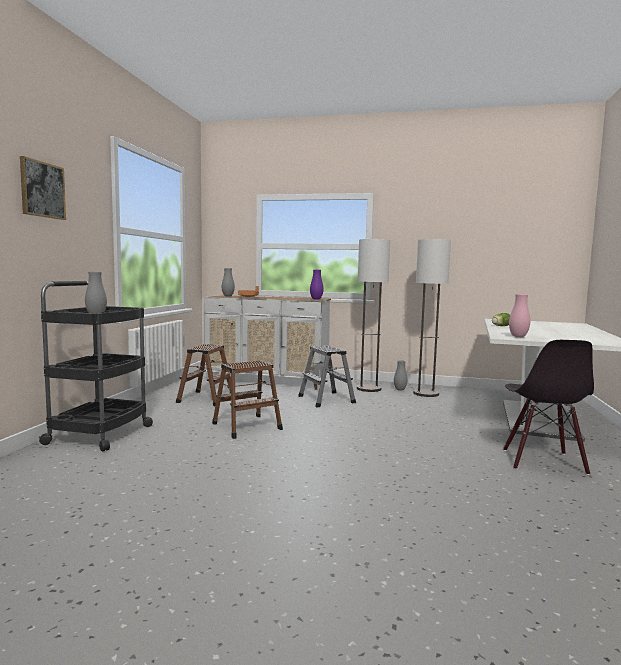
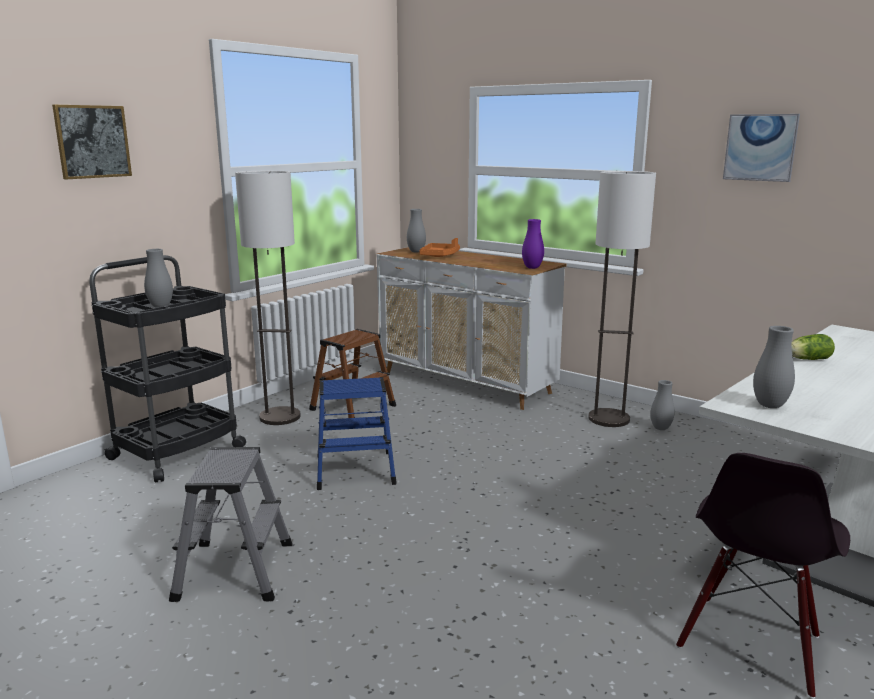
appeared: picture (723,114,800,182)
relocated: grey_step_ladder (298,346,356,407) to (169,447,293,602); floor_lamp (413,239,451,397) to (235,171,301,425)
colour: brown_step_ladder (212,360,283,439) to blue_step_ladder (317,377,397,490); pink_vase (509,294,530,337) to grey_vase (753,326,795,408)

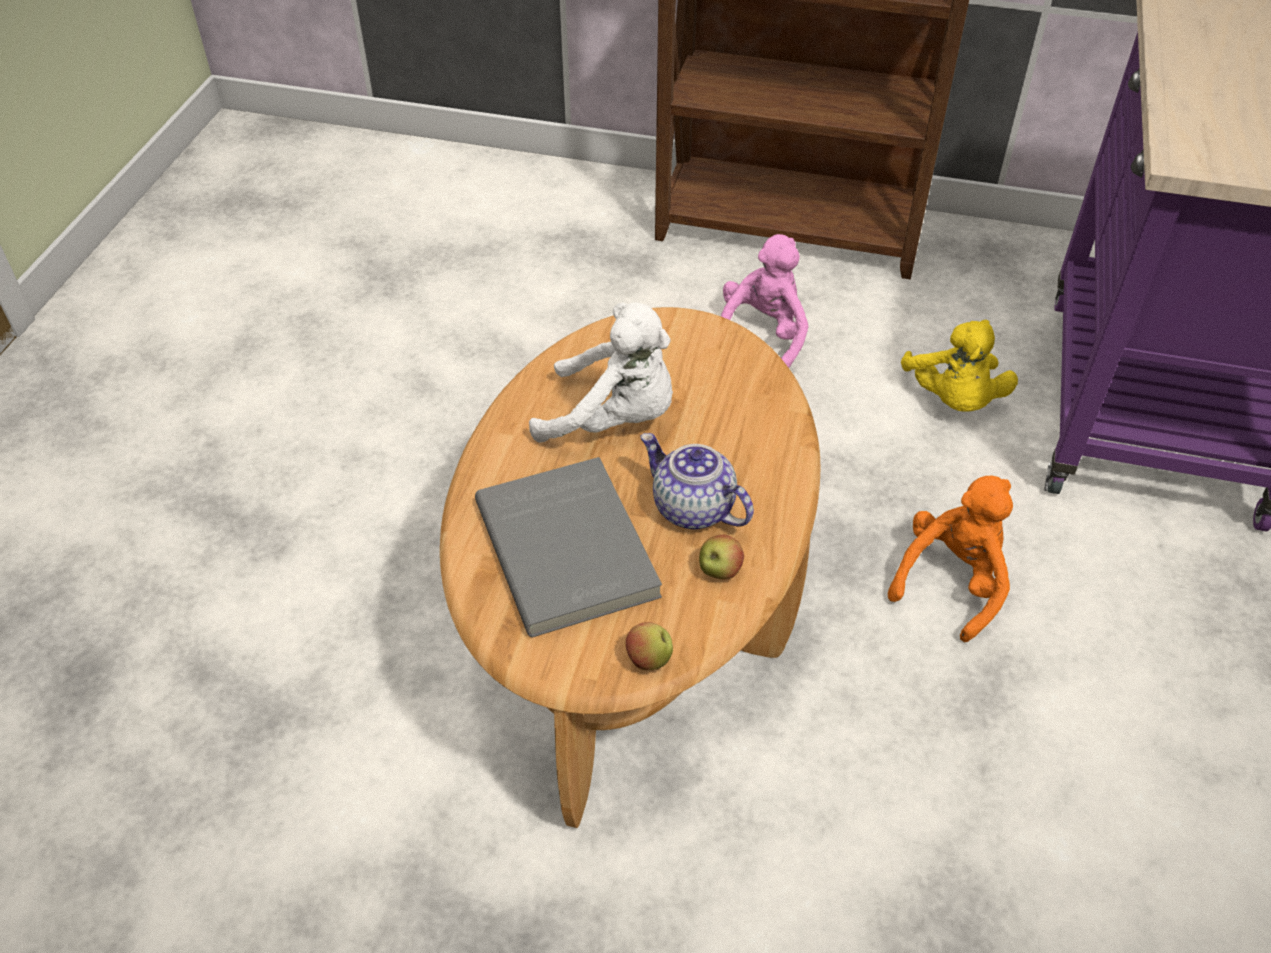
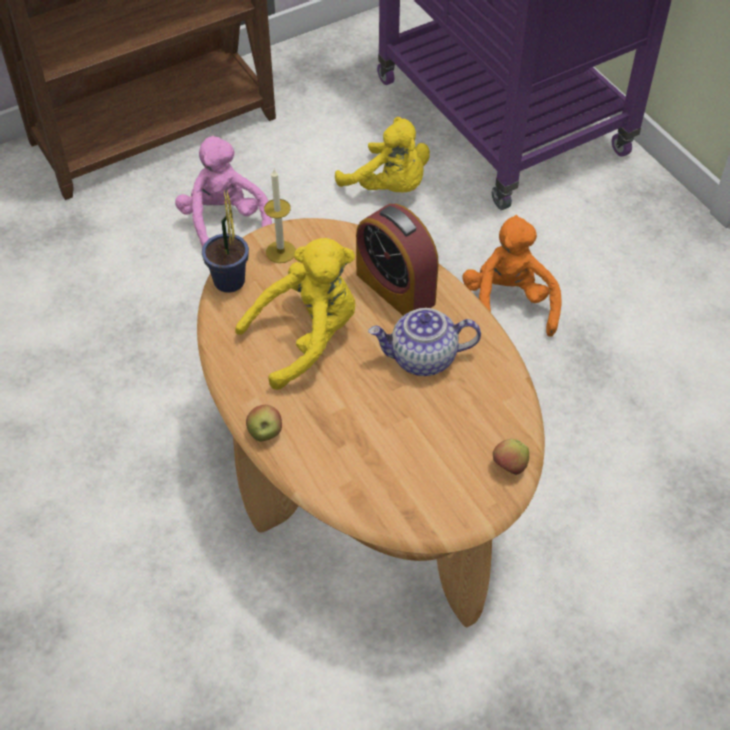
missing: grey_book (475,457,662,637)
appeared: potted_plant (202,190,249,293); candle (264,169,296,263); alarm_clock (356,204,439,316)
relocated: apple (699,535,744,579) to (246,405,282,442)
colour: white_plush_toy (529,302,673,443) to yellow_plush_toy (235,238,356,390)

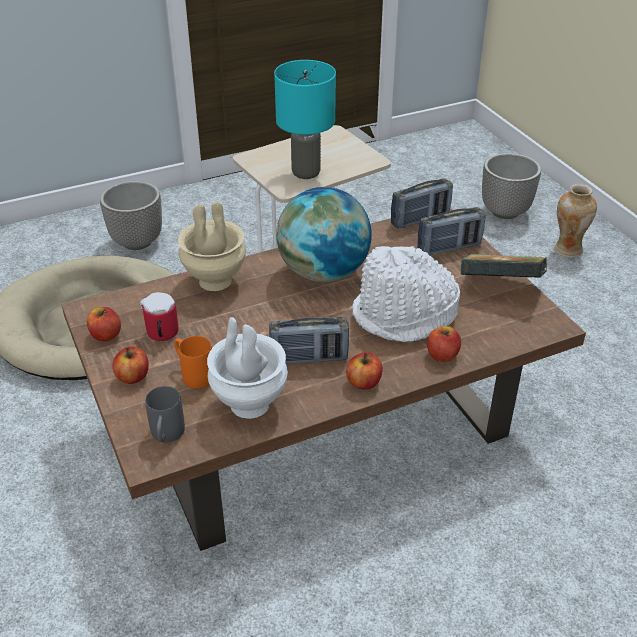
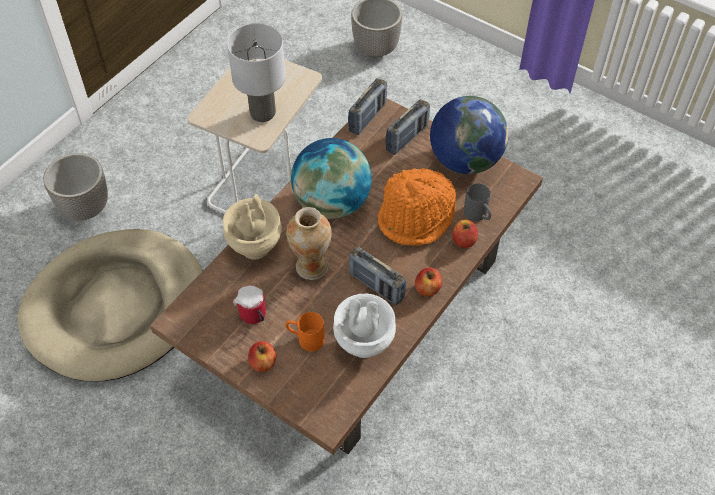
missing: apple (87,307,121,341)
relocated: grey_mug (145,386,185,442) to (464,183,492,221); vase (554,184,597,258) to (286,207,332,280)
exchanged: book (461,254,547,278) to globe (430,96,508,174)
colour: turquoise_table_lamp (274,60,336,179) to white_table_lamp (227,23,286,122); white_hat (352,246,460,342) to orange_hat (378,168,456,246)
spun: radio (269,317,349,363) = (349,247,406,305) 75 degrees clockwise

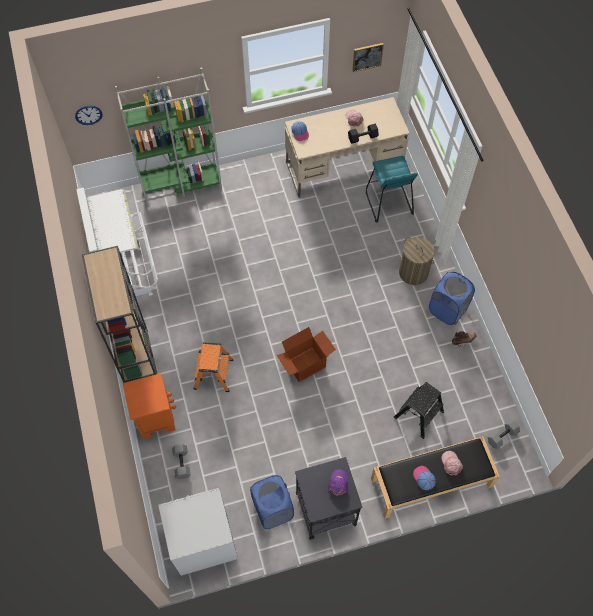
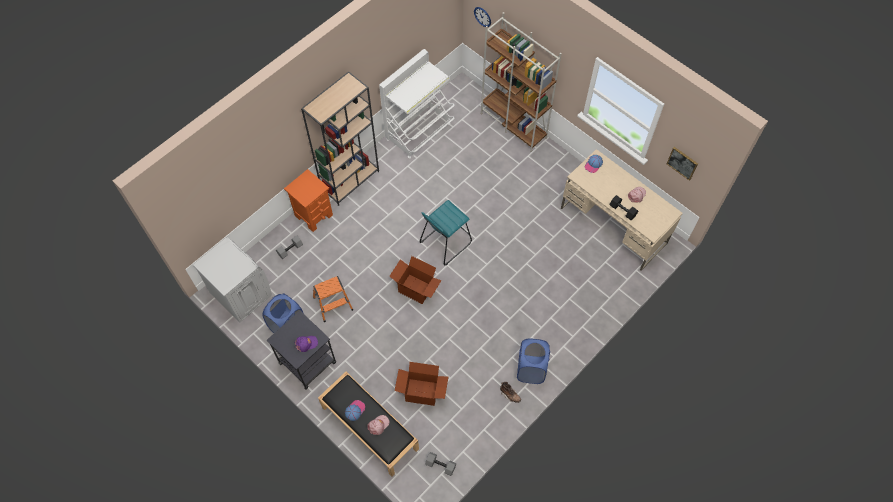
missing: laundry_basket (399,237,435,285)
relocated: orange_step_ladder (193,342,234,392) to (313,276,353,322); turquoise_stool (366,156,418,222) to (419,200,472,265)
exchanged: black_step_ladder (394,382,444,439) to cardboard_box (395,362,448,406)
colour: green_bookcase (115,67,222,206) to brown_bookcase (481,12,562,152)

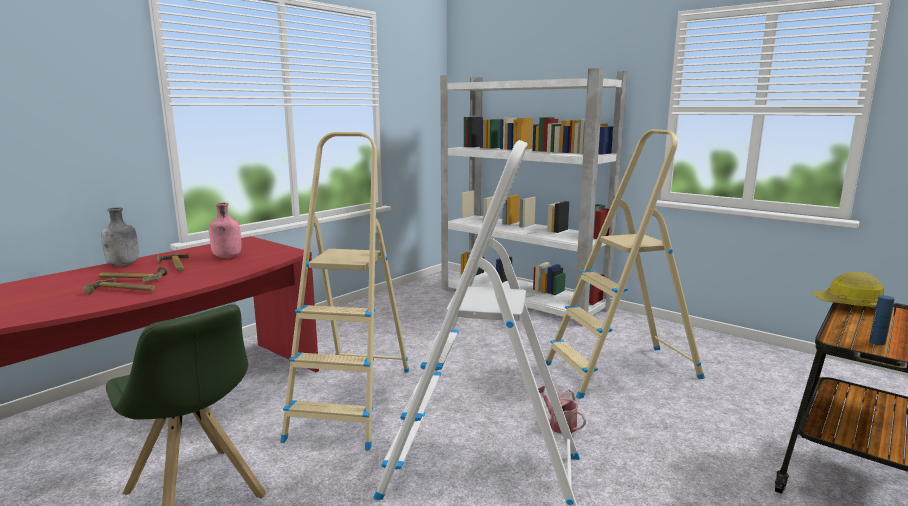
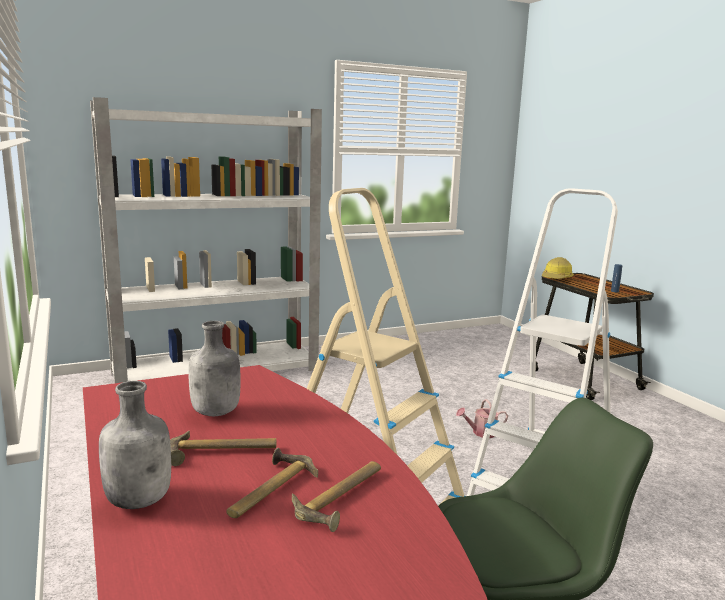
missing: beige_step_ladder (545,129,705,399)
colour: pink_bottle (209,203,241,258) to grey_bottle (188,321,241,416)

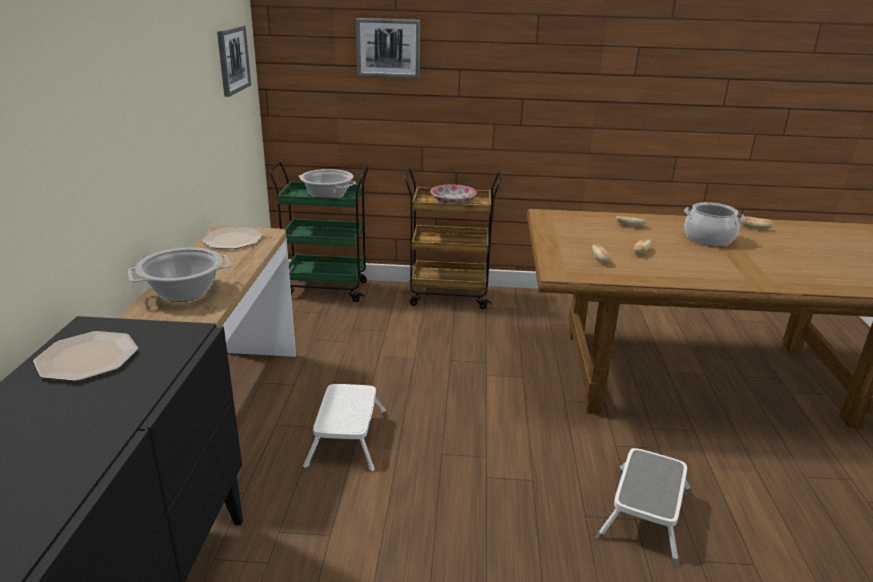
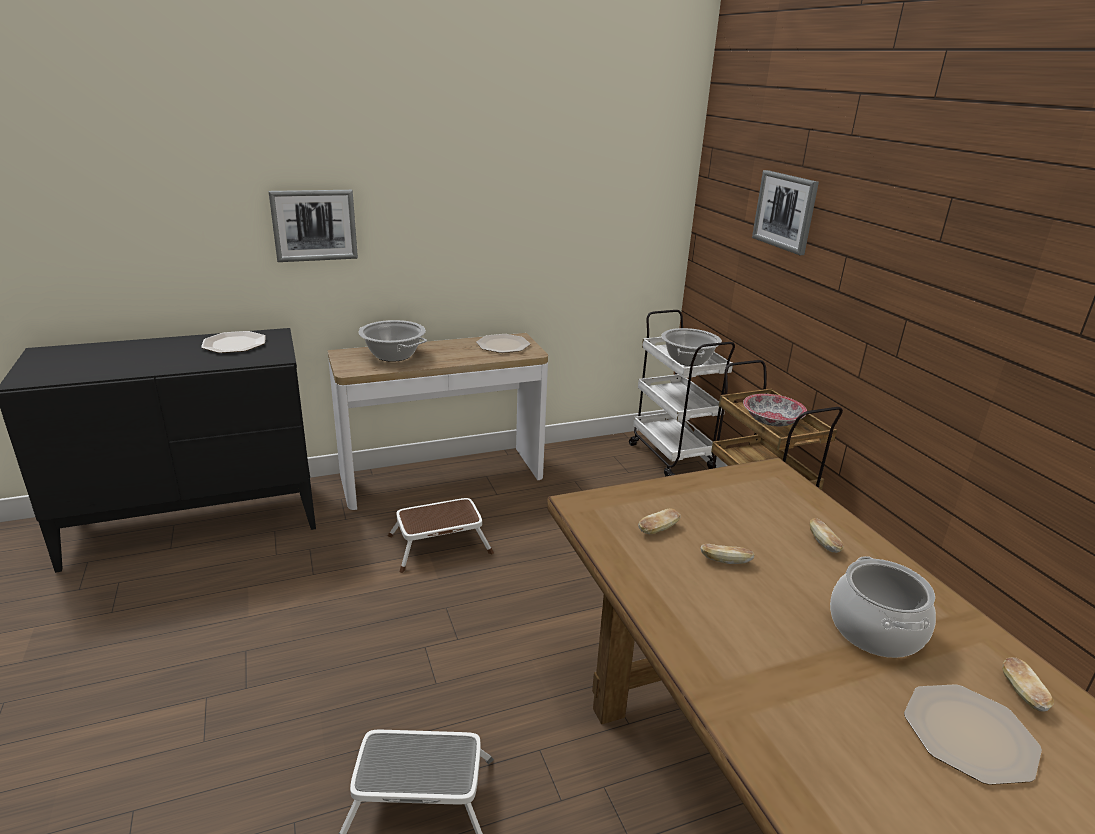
appeared: plate (904,684,1042,785)
relocated: picture (217,25,251,97) to (269,190,358,262)
colour: green_cart (270,162,369,302) to white_cart (629,310,735,477); white_step_ladder (303,384,386,471) to brown_step_ladder (388,498,494,573)

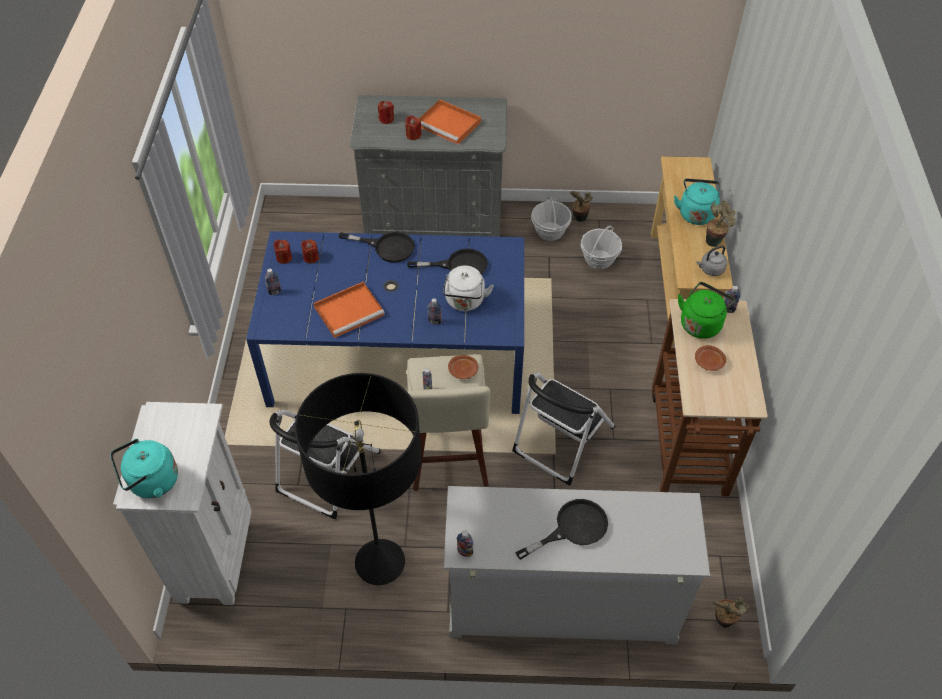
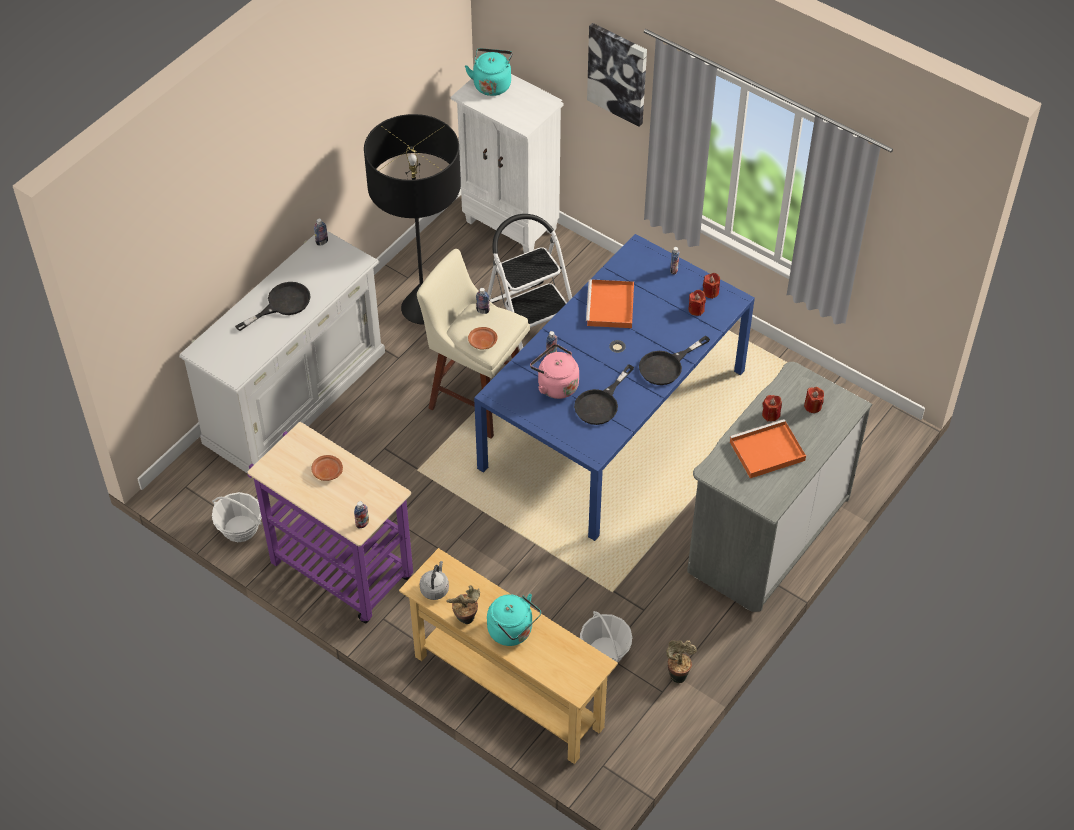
missing: step_ladder (512,373,615,486); green_kettle (678,282,735,339); potted_plant (713,597,749,628)
appeared: picture (587,23,647,127)
relocated: basket (531,196,572,241) to (212,492,262,542)
colour: white_kettle (443,266,494,311) to pink_kettle (530,344,579,399); brown_cart (652,299,768,496) to purple_cart (248,422,413,623)
spun: black_frying_pan (515,499,608,560) = (235,282,311,331) 135 degrees counterclockwise

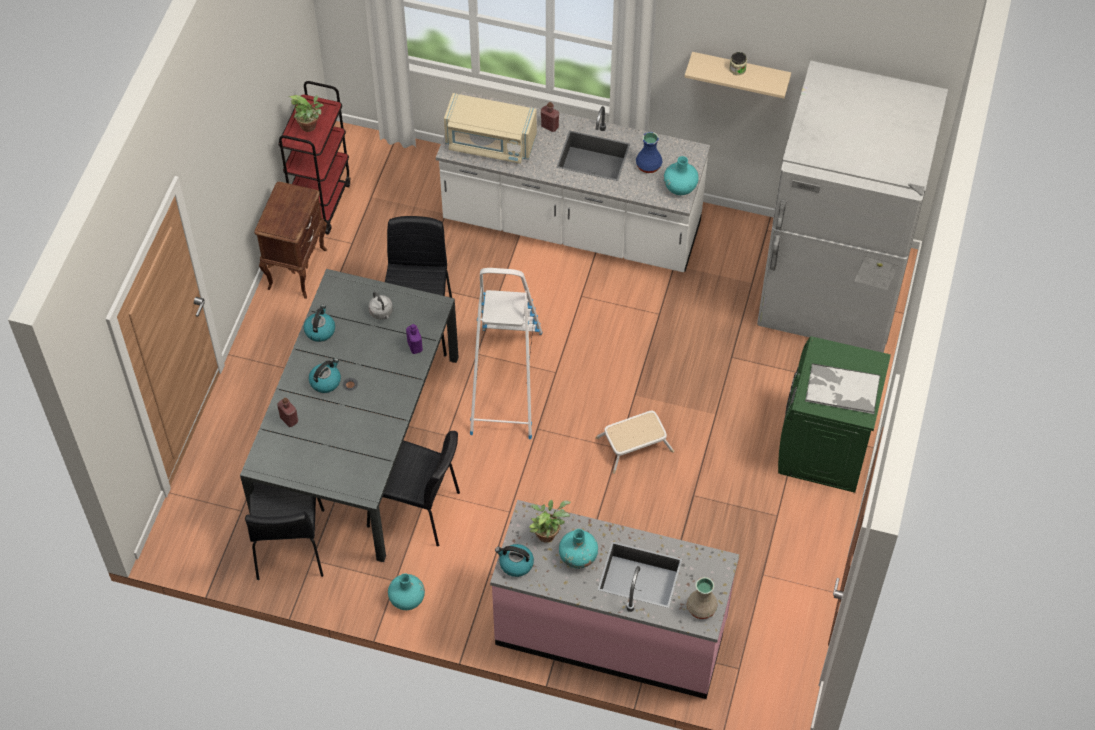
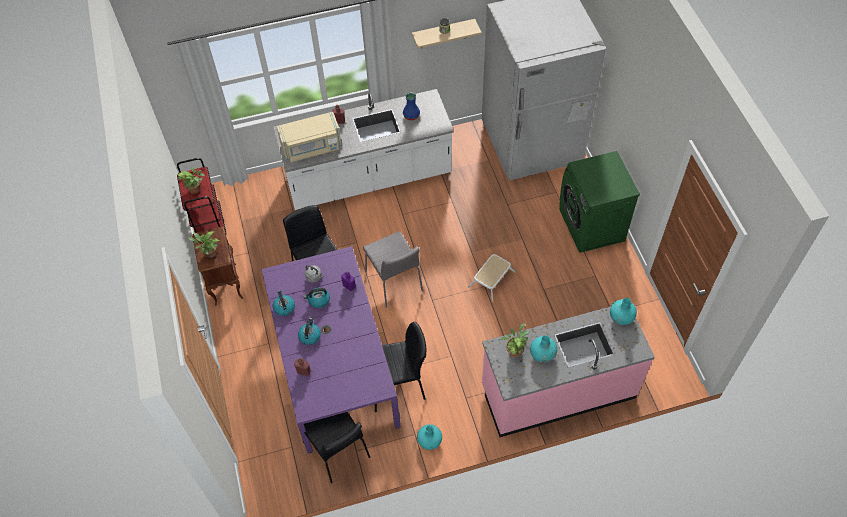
missing: beige_vase (687,577,718,619); tray (805,363,881,414)
appeared: potted_plant (188,231,219,258)
relocated: kettle (495,544,534,577) to (304,287,330,308); turquoise_vase (664,156,699,195) to (610,298,637,325)
exchanged: white_step_ladder (470,268,542,439) to grey_chair (363,231,423,308)
colour: grey_dining_table (240,269,459,562) to purple_dining_table (261,246,400,453)

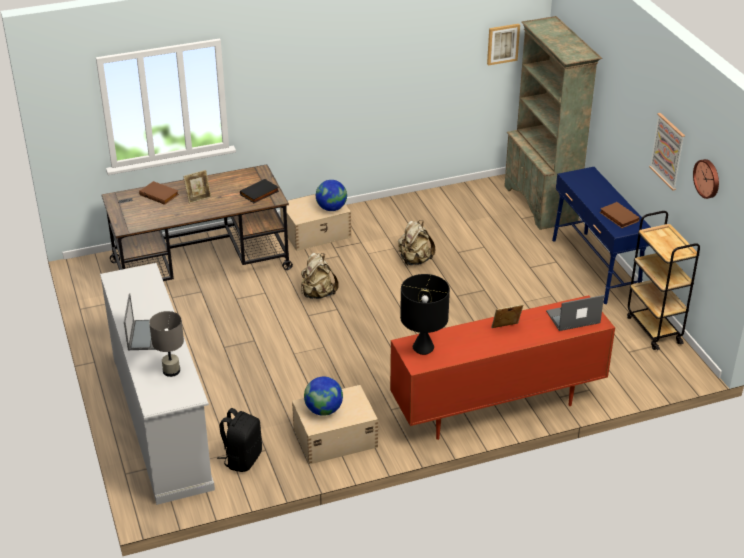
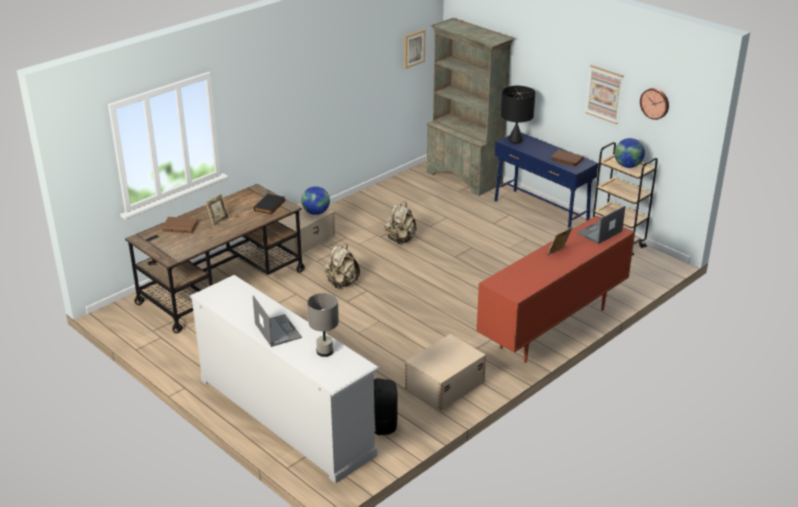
relocated: globe (304,377,343,416) to (614,138,645,168); black_table_lamp (400,274,450,355) to (501,86,535,144)

